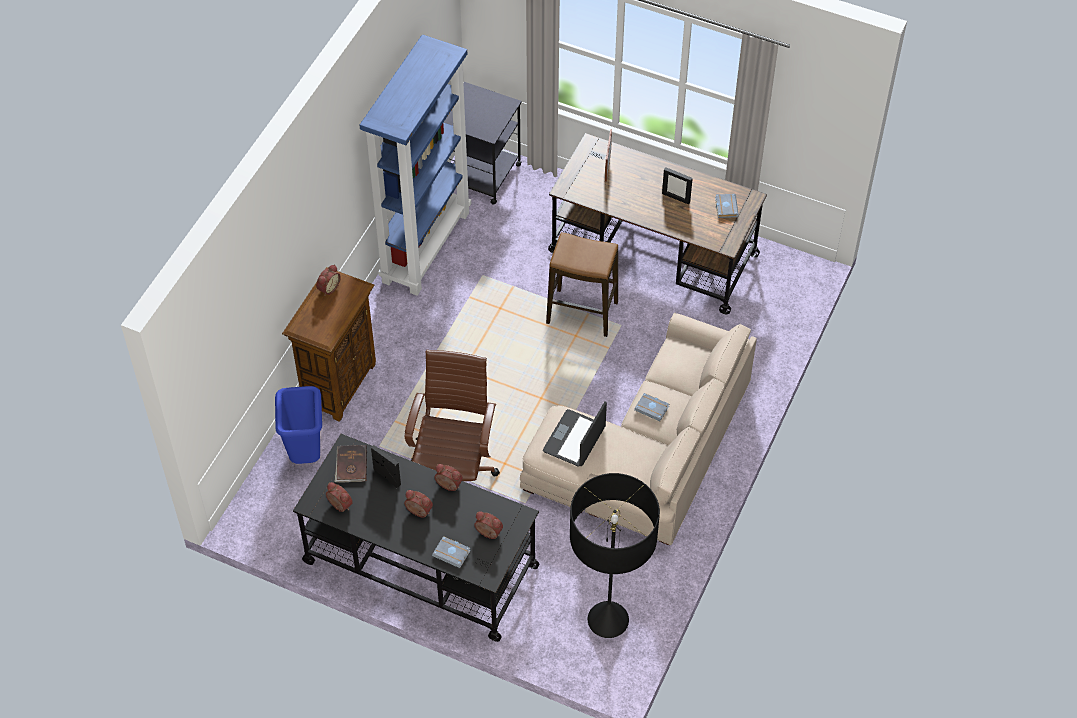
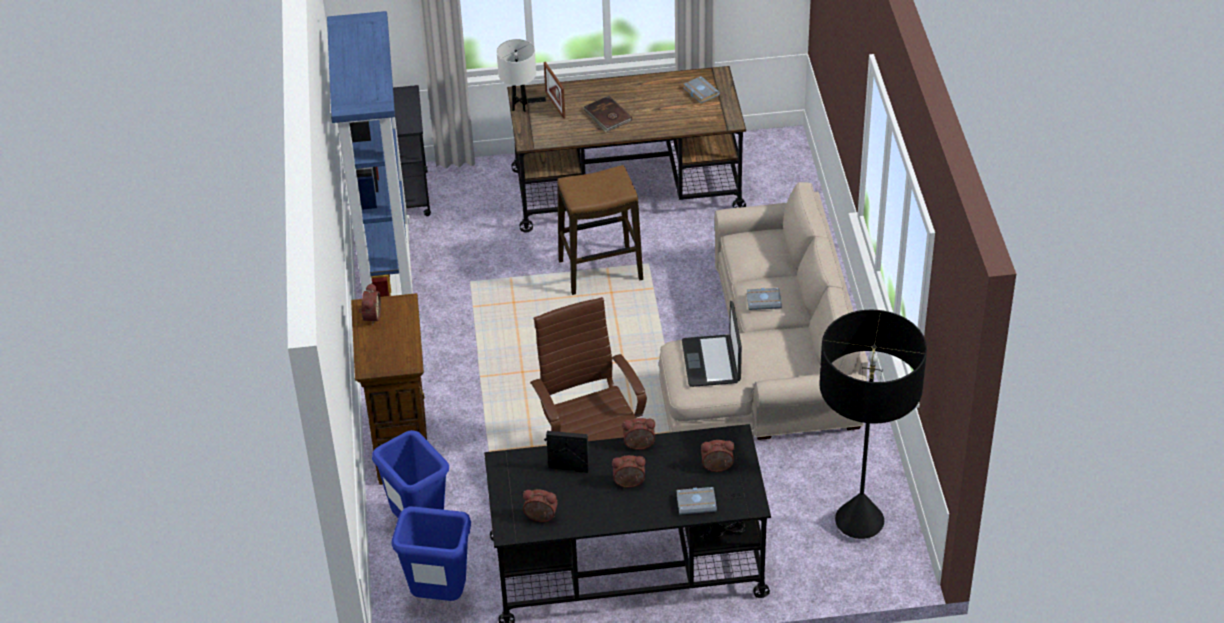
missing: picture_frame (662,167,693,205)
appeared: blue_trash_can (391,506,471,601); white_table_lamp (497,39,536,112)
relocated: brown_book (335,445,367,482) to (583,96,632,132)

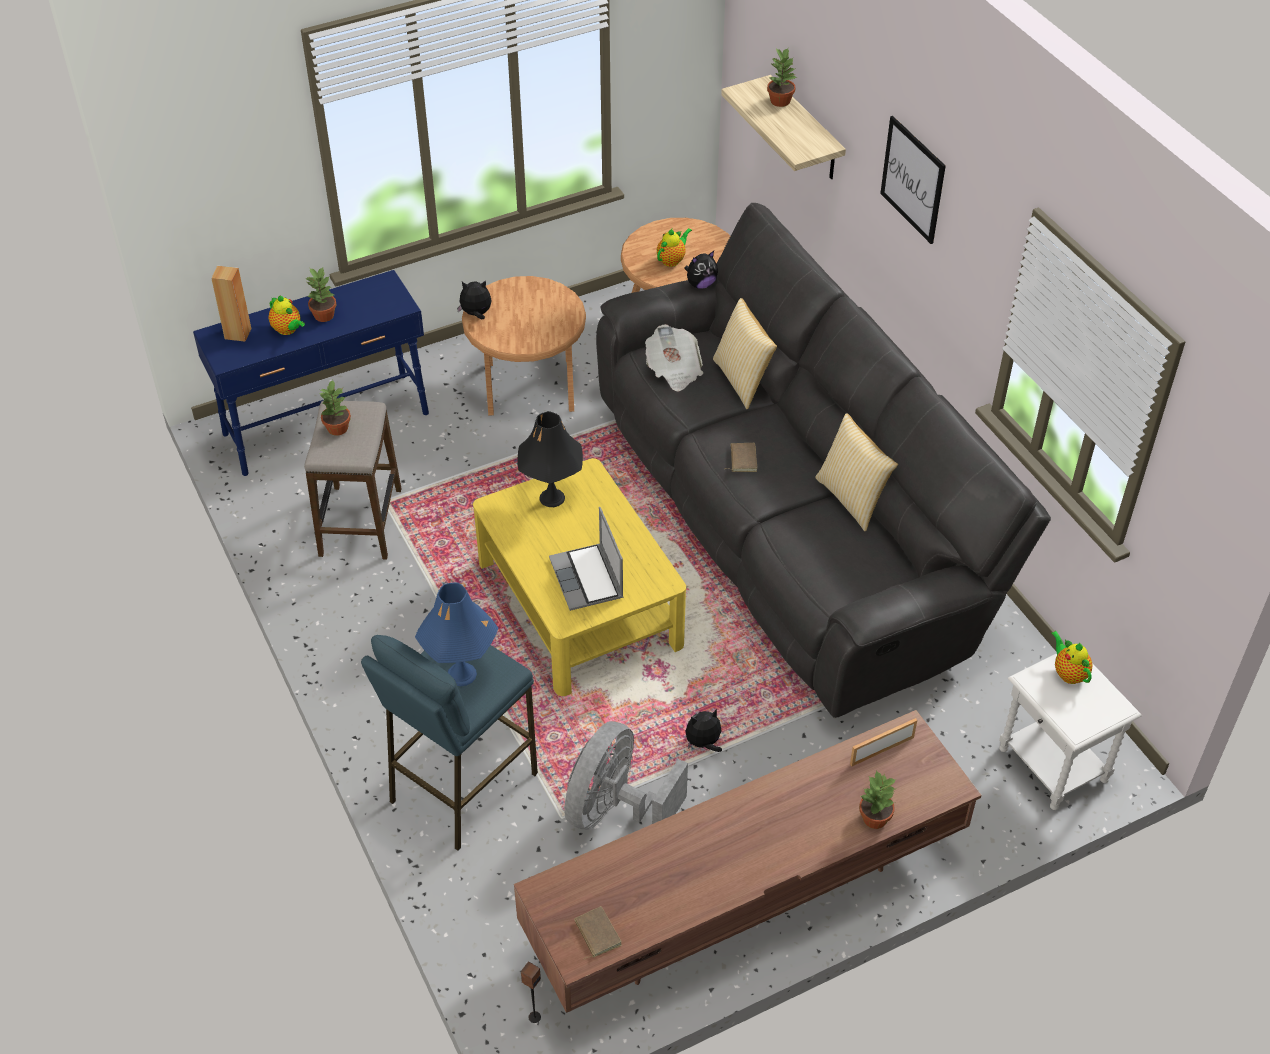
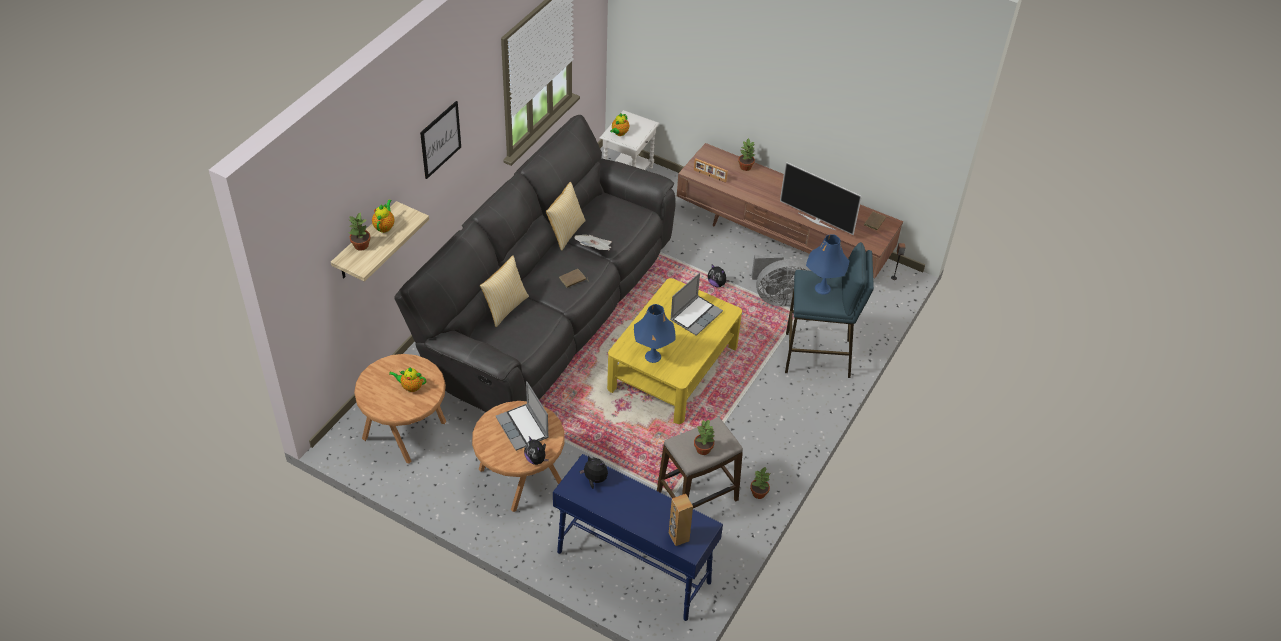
appeared: laptop (496,381,549,451); television (780,162,862,235)
relocated: teapot (268,295,305,335) to (372,199,395,233); potted_plant (305,268,337,322) to (750,467,771,499); newspaper (645,324,703,392) to (575,235,612,250); plush_toy (684,251,718,289) to (580,455,608,489)
colour: black_table_lamp (518,411,583,507) to blue_table_lamp (634,304,676,363)

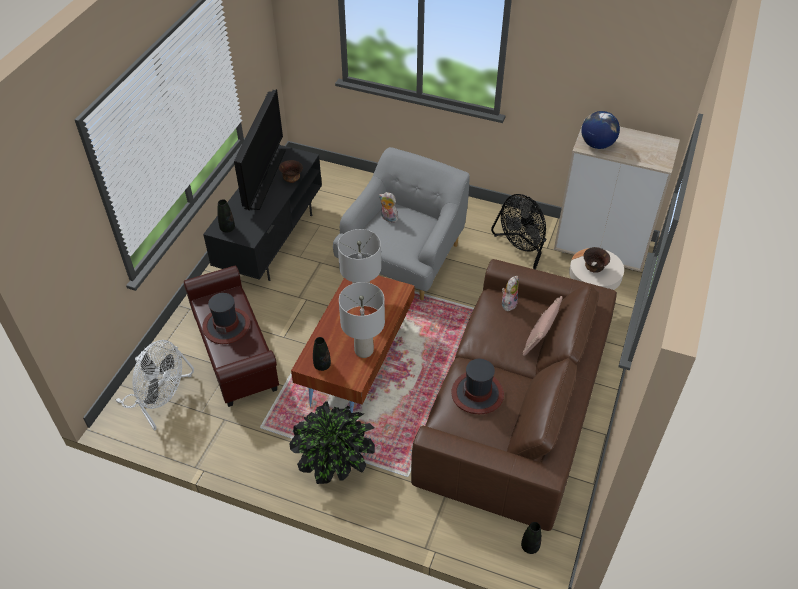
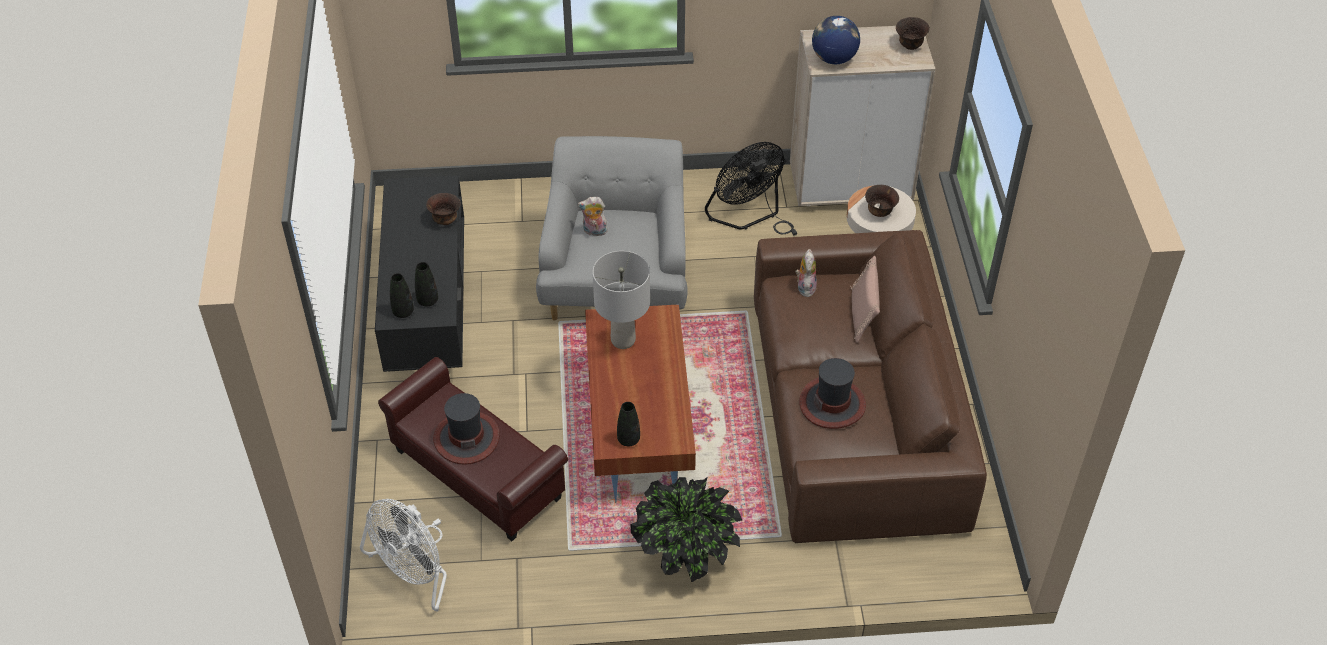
missing: television (234,89,286,211); grey_table_lamp (339,282,385,358)
appeared: brown_bowl (896,17,930,50)
relocated: black_vase (521,522,542,554) to (415,262,438,307)
spun: white_fan (116,340,194,431) = (360,499,447,612) 135 degrees clockwise; black_fan (491,194,547,270) = (705,142,797,235) 120 degrees clockwise

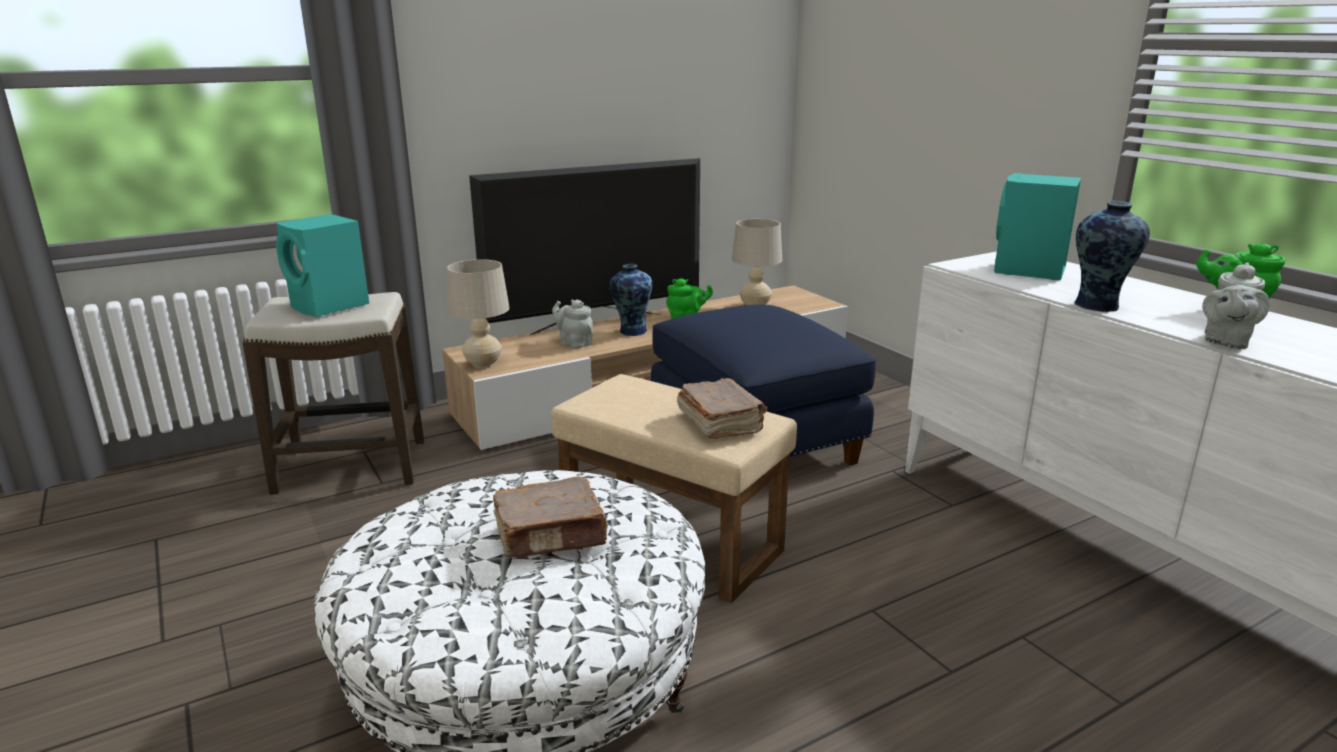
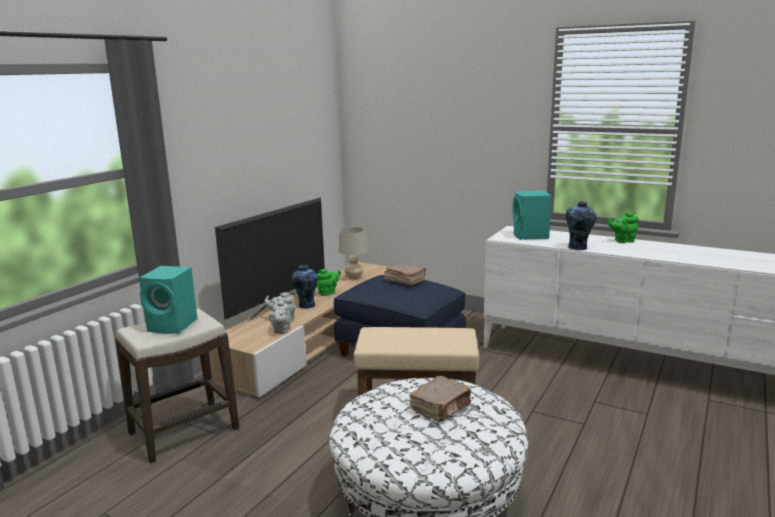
missing: beige_table_lamp (447,259,510,368)
relocated: brown_book (677,378,768,439) to (384,263,426,286); grey_teapot (1202,263,1270,349) to (269,299,290,334)

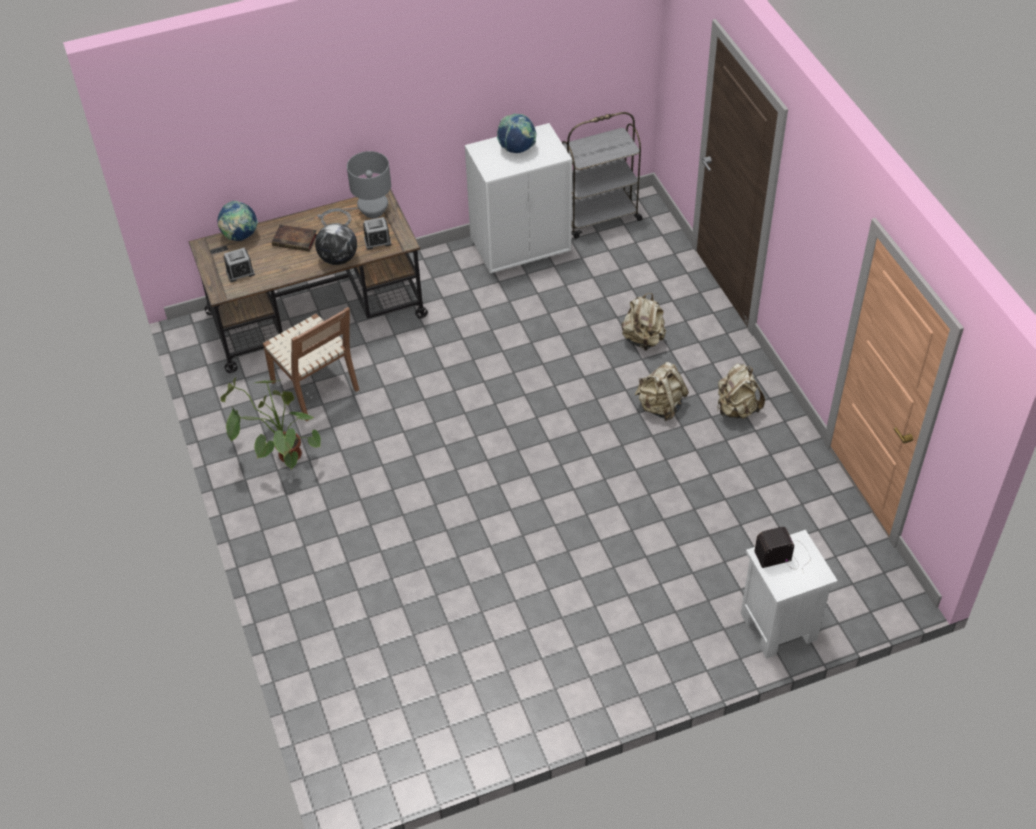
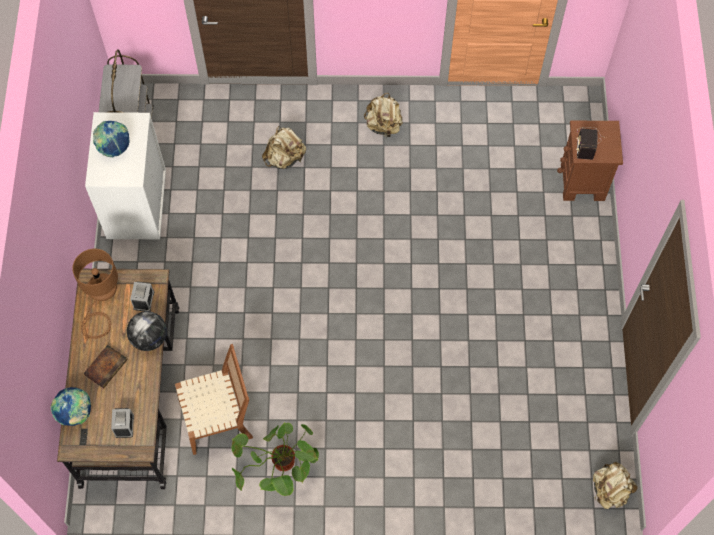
relocated: beige_backpack (635,362,689,421) to (593,462,638,509)
colour: grey_table_lamp (317,151,391,226) to brown_table_lamp (72,249,118,340); white_nightstand (740,530,838,659) to brown_nightstand (557,121,623,201)

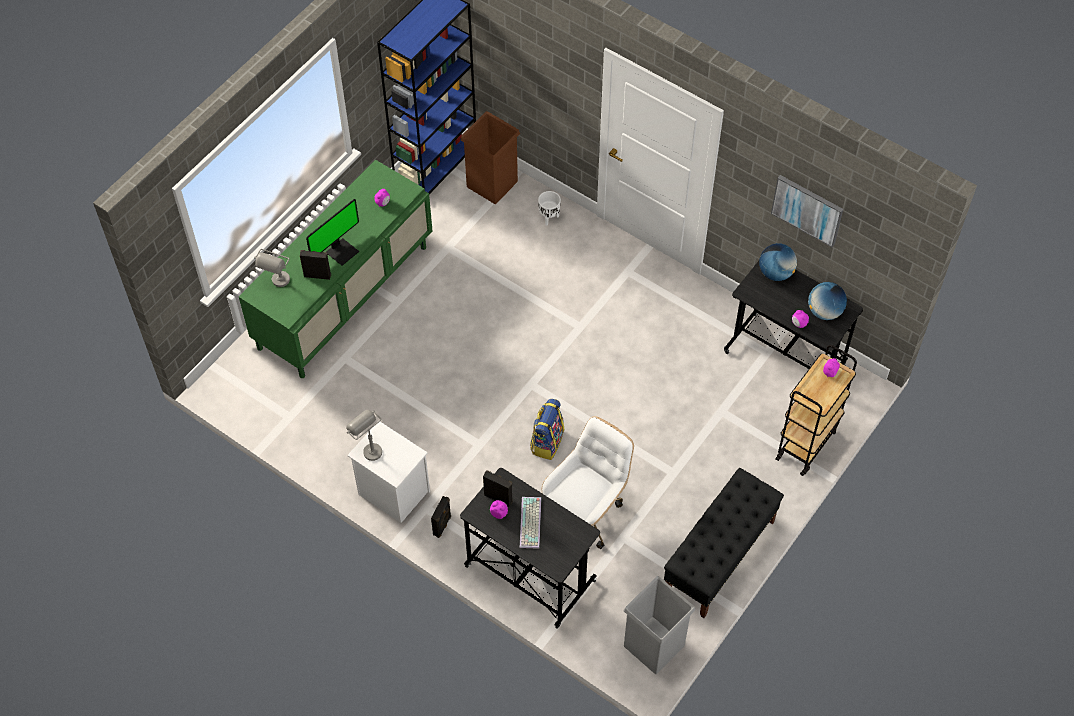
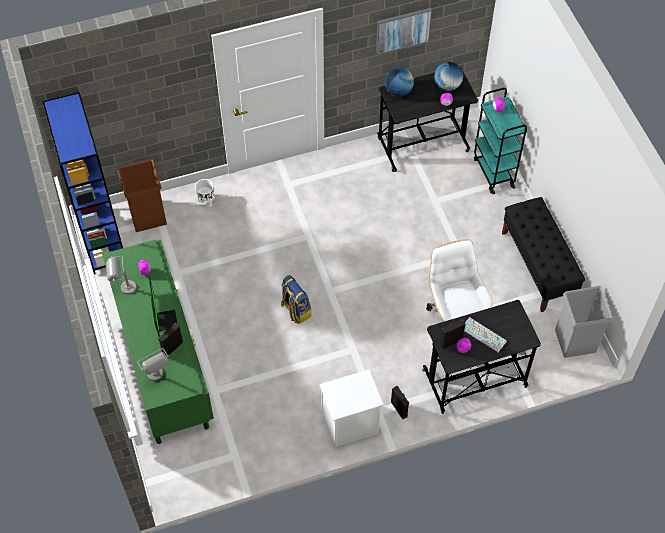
relocated: grey_table_lamp (346,410,382,461) to (106,256,136,294); backpack (530,399,564,460) to (281,275,311,324)
colour: brown_cart (775,345,857,476) to turquoise_cart (474,88,527,194)

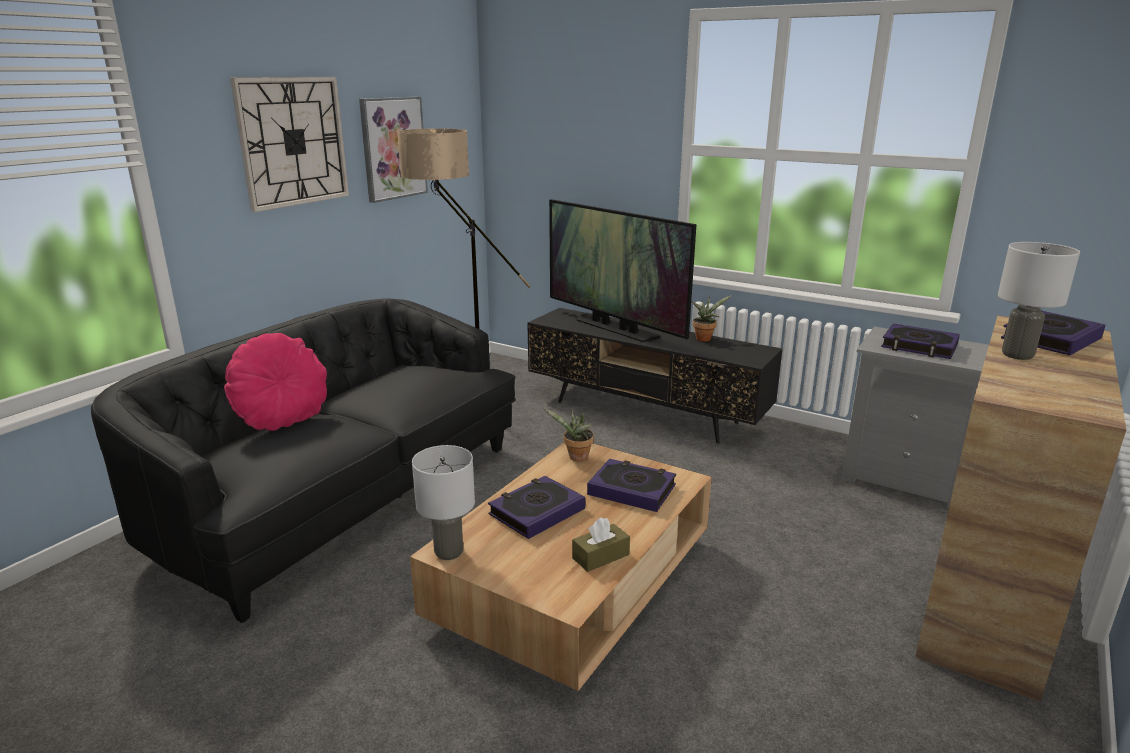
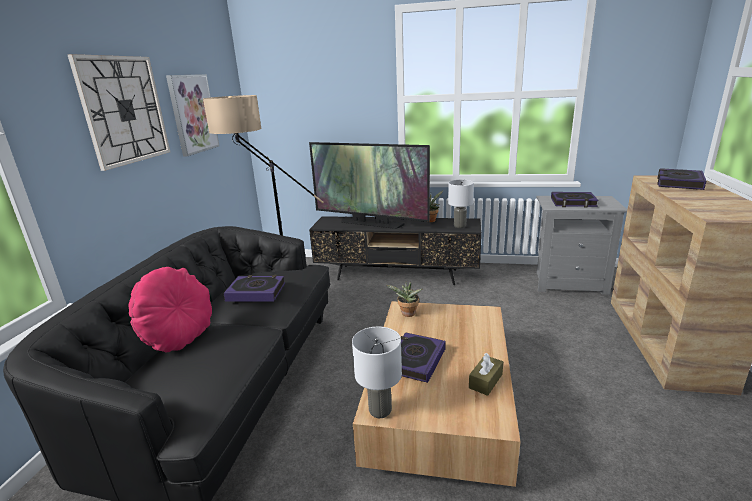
relocated: book (587,458,676,512) to (223,275,285,301); white_table_lamp (998,242,1080,360) to (448,180,474,228)

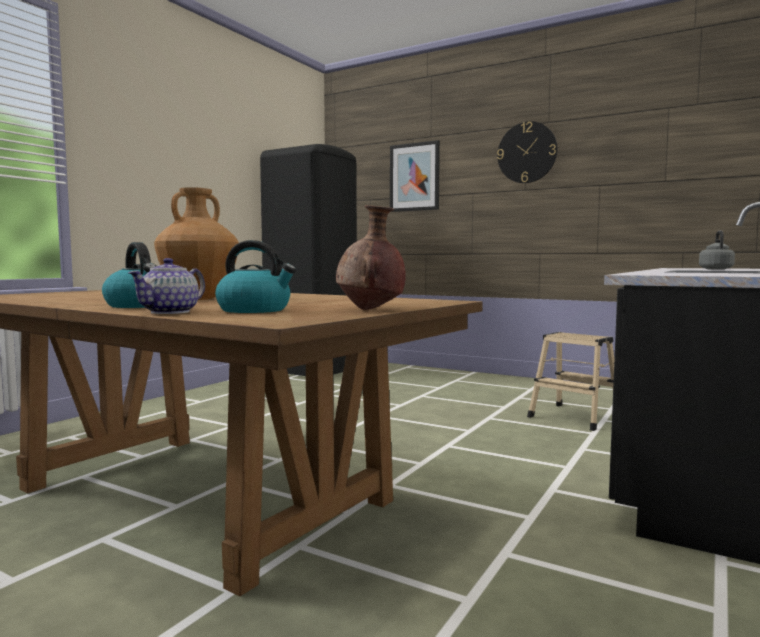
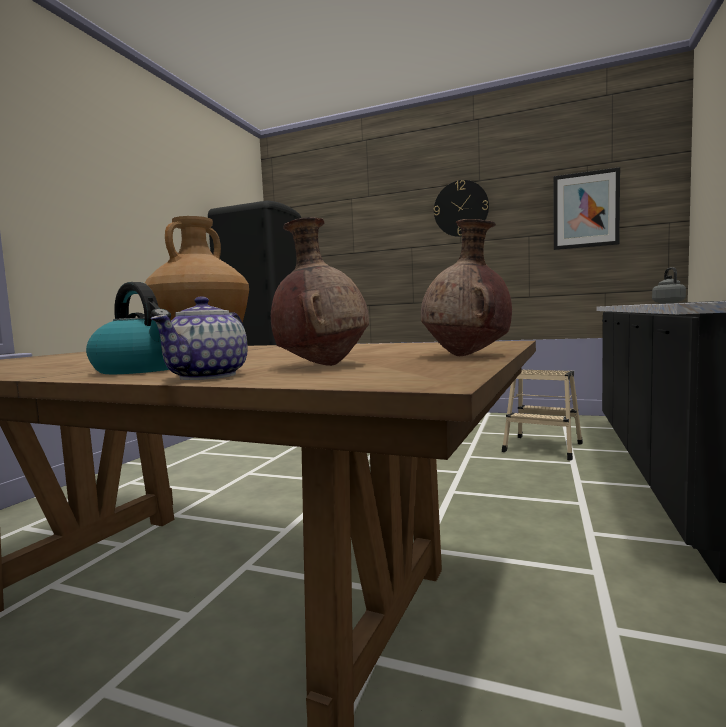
relocated: picture (390,140,440,212) to (553,167,620,250)
exchanged: kettle (215,240,296,313) to brown_vase (271,217,369,366)

